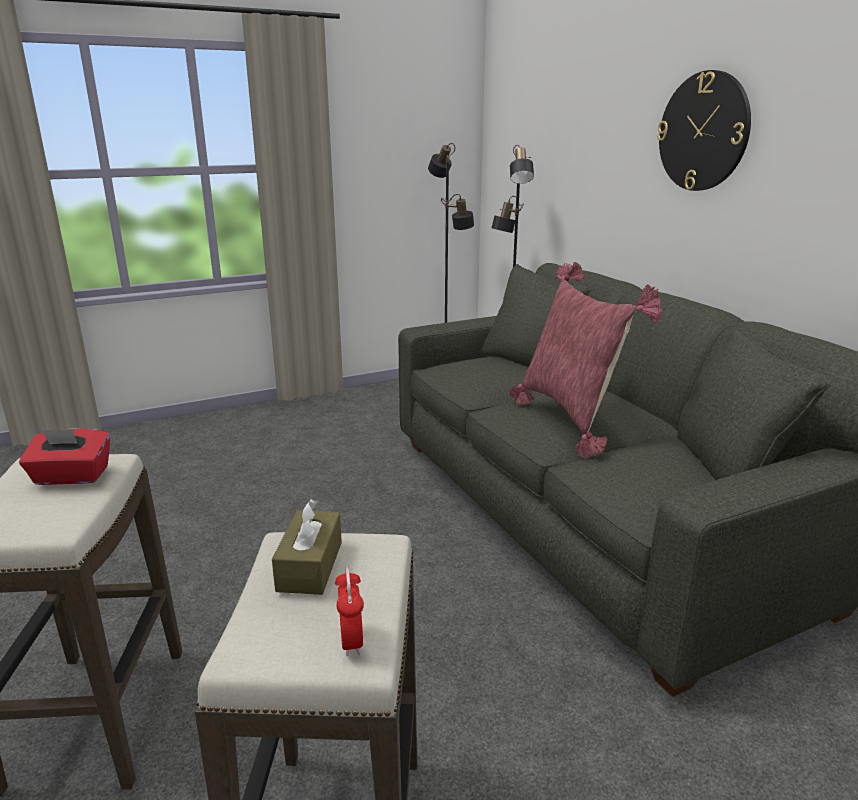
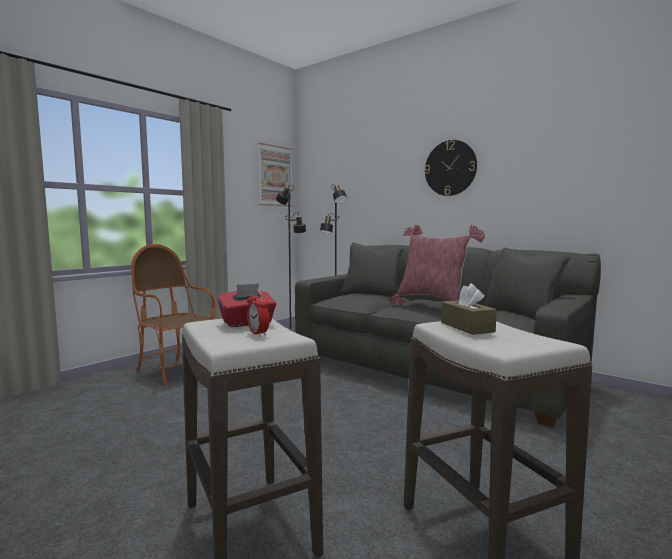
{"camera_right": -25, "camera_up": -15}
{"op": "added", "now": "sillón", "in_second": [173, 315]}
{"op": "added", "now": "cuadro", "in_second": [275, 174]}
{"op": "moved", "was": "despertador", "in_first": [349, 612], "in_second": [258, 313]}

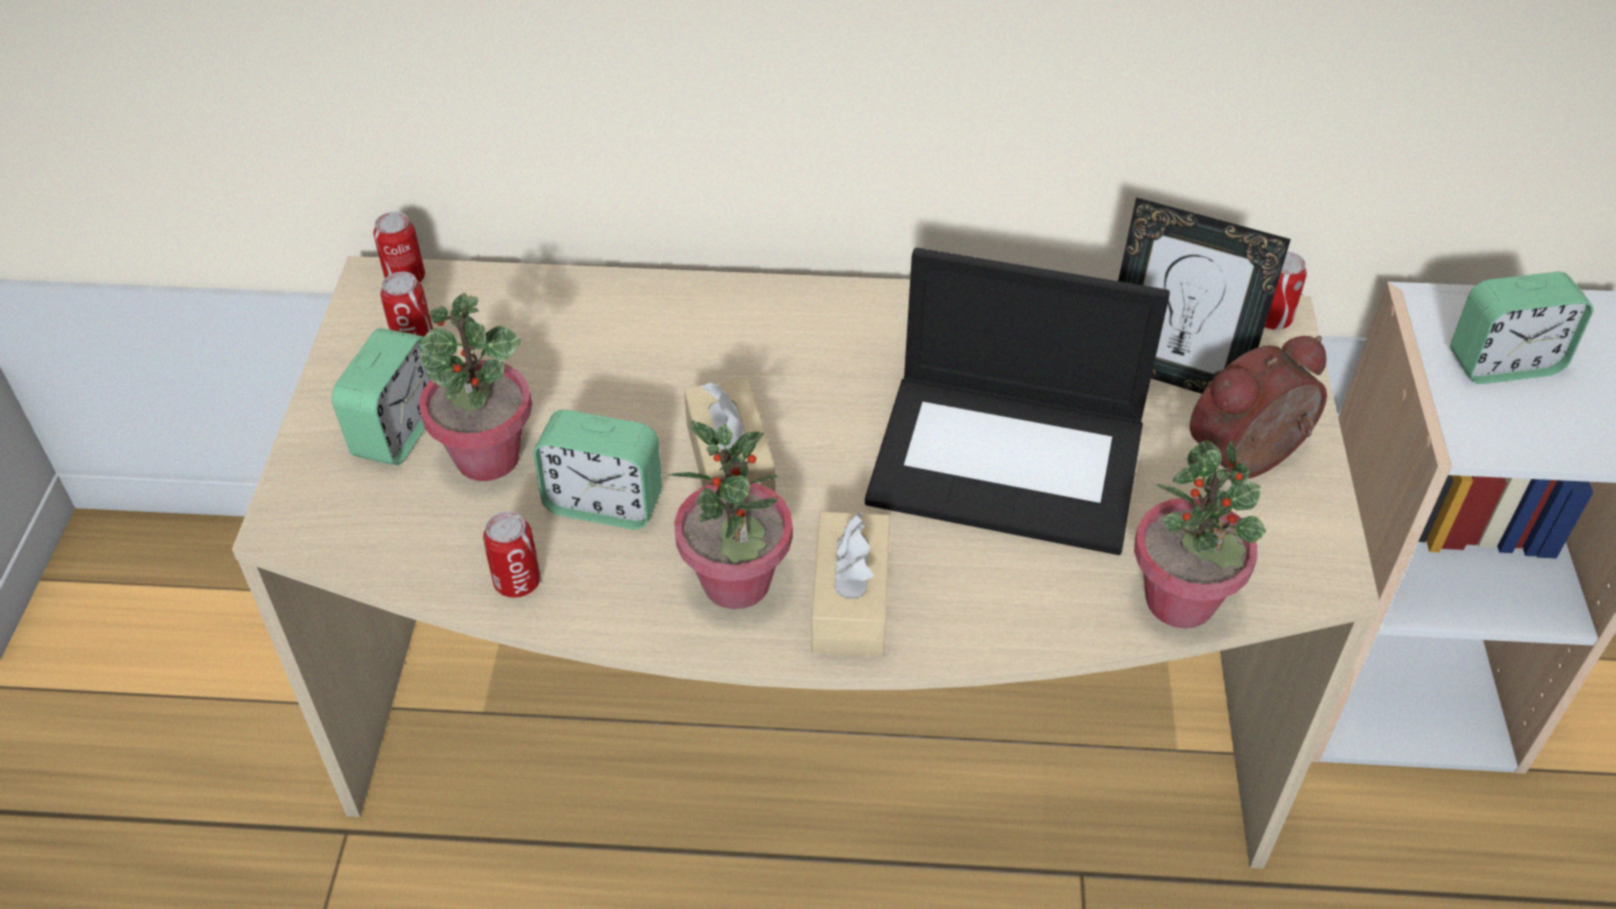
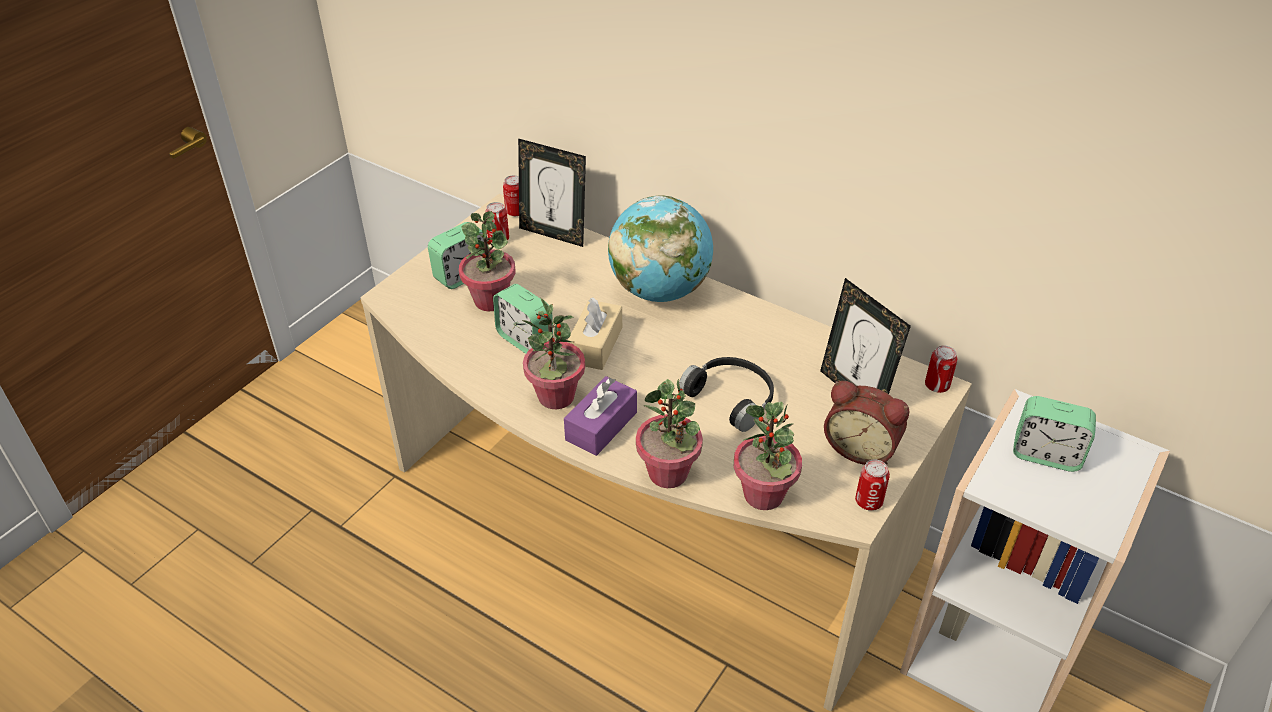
{"camera_right": 30, "camera_up": -5}
{"op": "added", "now": "portarretratos", "in_second": [552, 192]}
{"op": "added", "now": "globo terráqueo", "in_second": [660, 248]}
{"op": "added", "now": "planta en maceta", "in_second": [669, 433]}
{"op": "moved", "was": "lata", "in_first": [512, 554], "in_second": [872, 485]}
{"op": "replaced", "was": "portátil", "now": "auriculares (negro)", "in_first": [1017, 401], "in_second": [726, 394]}
{"op": "recoloured", "was": "caja de pañuelos (beis)", "now": "caja de pañuelos (morado)", "in_first": [850, 584], "in_second": [600, 416]}
{"op": "turned", "was": "despertador", "in_first": [1258, 407], "in_second": [866, 423], "clockwise": -150}

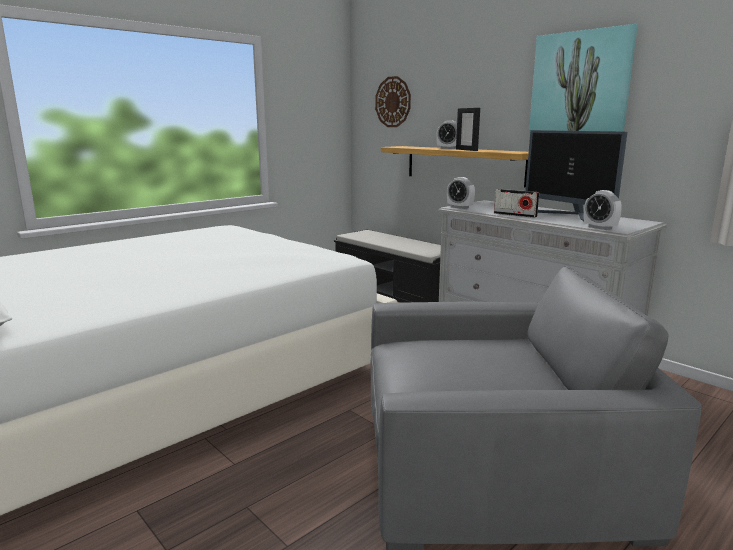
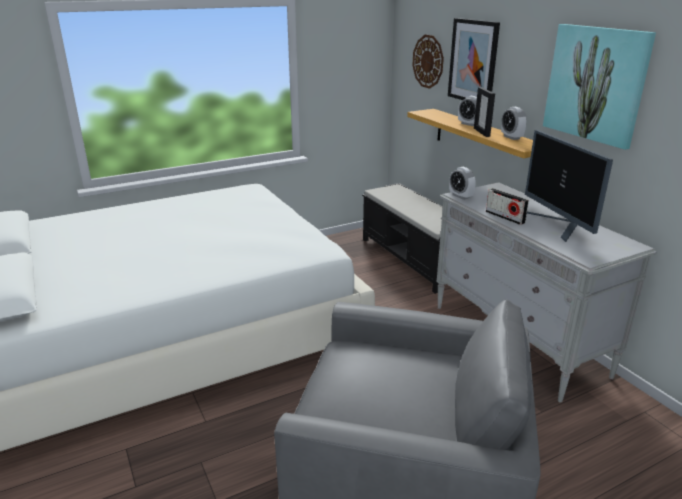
{"camera_right": 15, "camera_up": 10}
{"op": "added", "now": "cuadro", "in_second": [474, 59]}
{"op": "moved", "was": "despertador", "in_first": [603, 210], "in_second": [514, 123]}

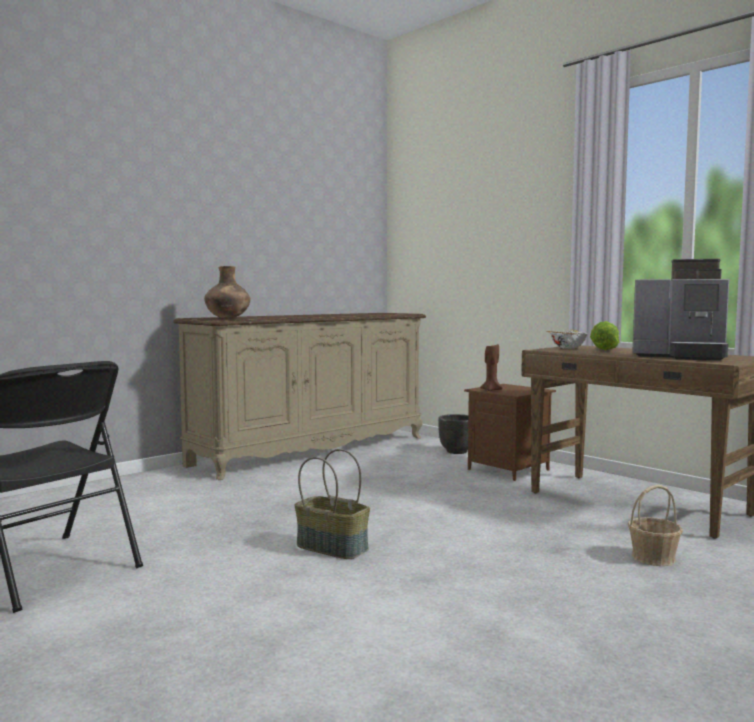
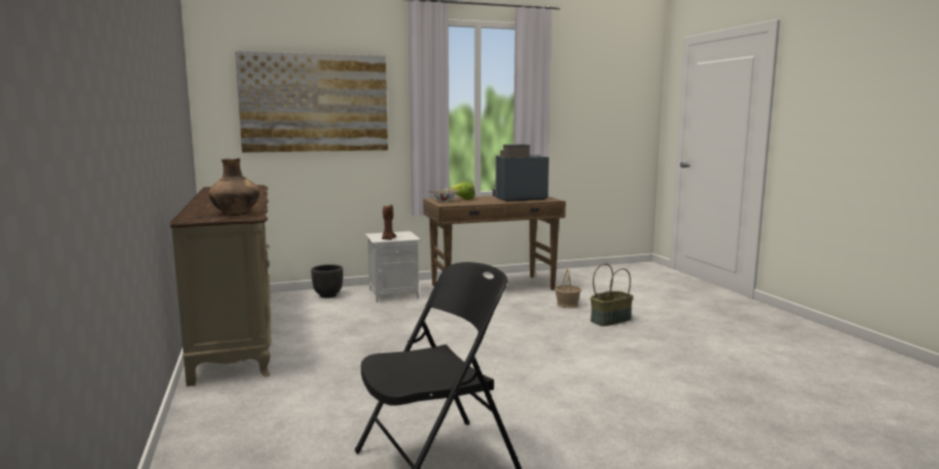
{"camera_right": -65, "camera_up": 5}
{"op": "added", "now": "cuadro", "in_second": [311, 102]}
{"op": "moved", "was": "cesta", "in_first": [332, 504], "in_second": [611, 295]}
{"op": "recoloured", "was": "mesita de noche (marrón)", "now": "mesita de noche (gris)", "in_first": [510, 432], "in_second": [393, 266]}
{"op": "turned", "was": "cafetera", "in_first": [680, 310], "in_second": [521, 172], "clockwise": -150}

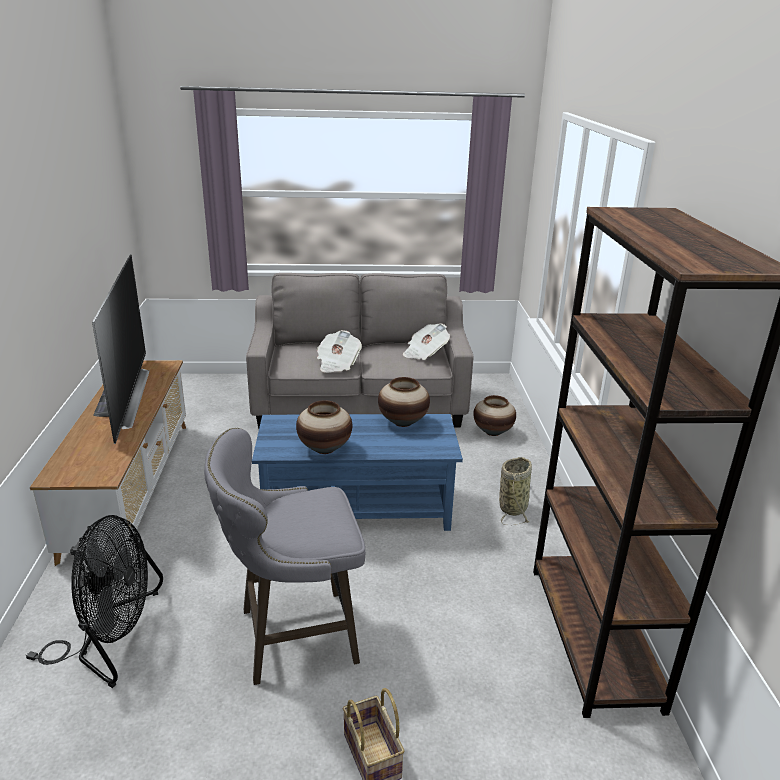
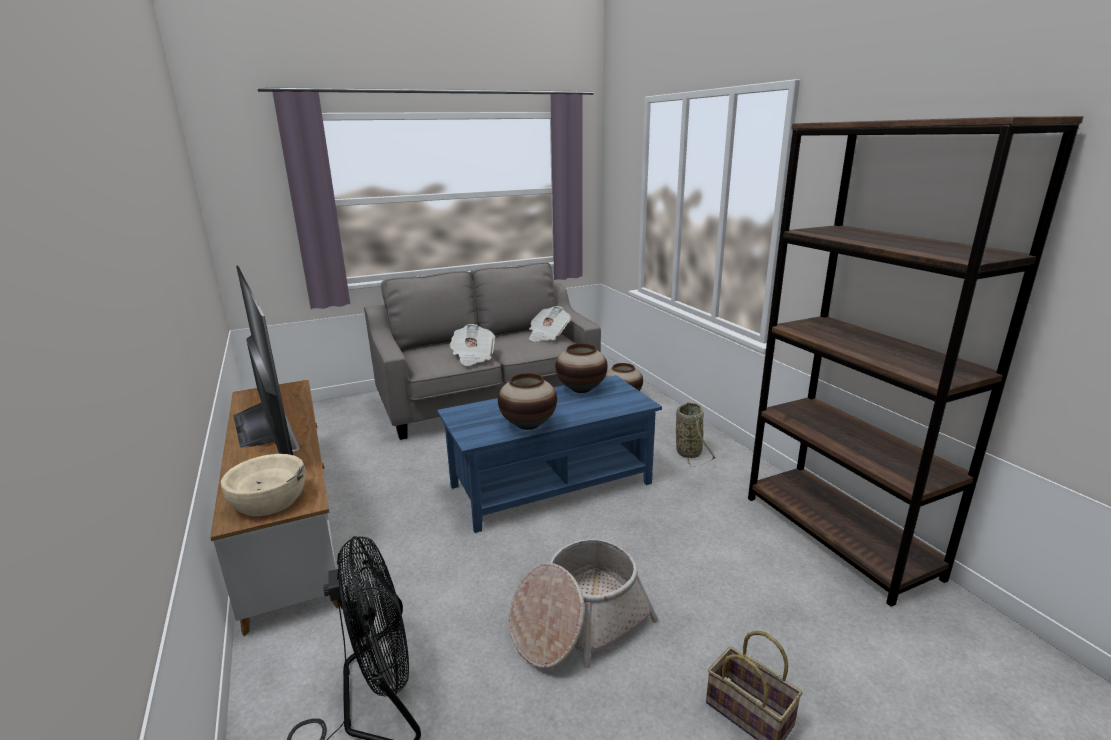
{"camera_right": -20, "camera_up": -5}
{"op": "added", "now": "cuenco (beis)", "in_second": [263, 485]}
{"op": "replaced", "was": "taburete (gris)", "now": "cesta", "in_first": [284, 556], "in_second": [583, 603]}

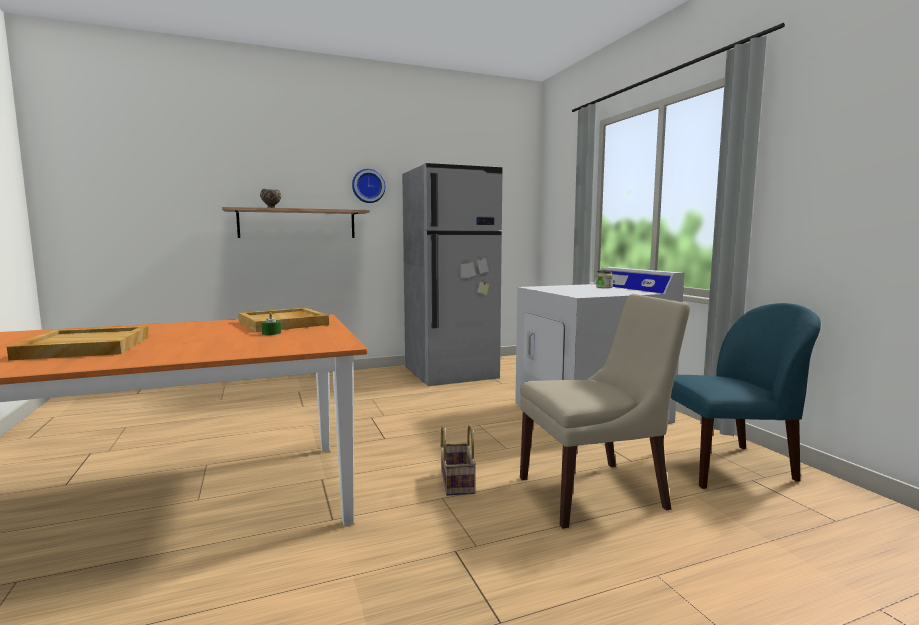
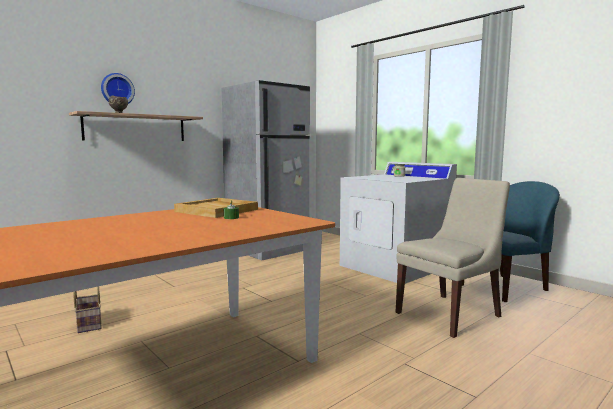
{"camera_right": -20, "camera_up": 0}
{"op": "removed", "was": "bandeja (beis)", "in_first": [78, 343]}
{"op": "moved", "was": "reloj de pared", "in_first": [368, 186], "in_second": [118, 88]}
{"op": "moved", "was": "cesta", "in_first": [458, 460], "in_second": [87, 309]}

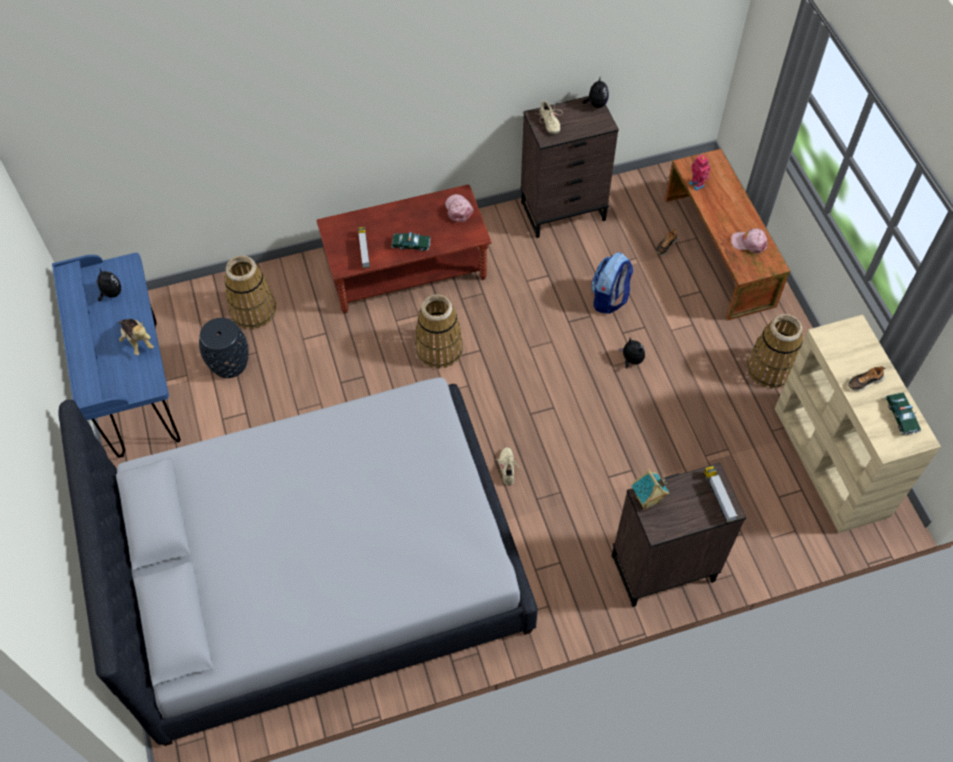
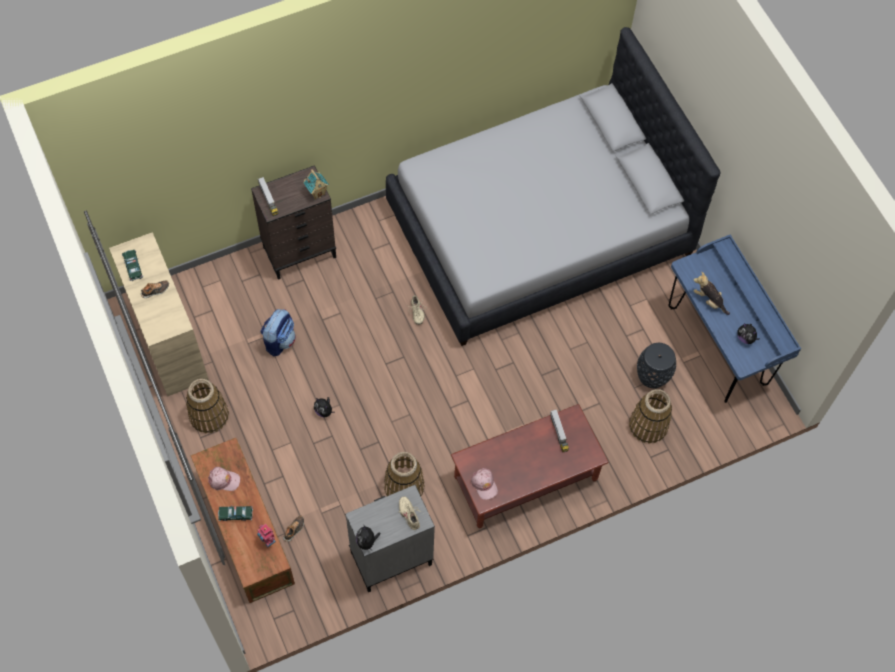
{"camera_right": 170, "camera_up": 5}
{"op": "moved", "was": "coche de juguete", "in_first": [411, 241], "in_second": [235, 513]}
{"op": "moved", "was": "cesta", "in_first": [439, 331], "in_second": [404, 474]}
{"op": "moved", "was": "mochila", "in_first": [612, 283], "in_second": [278, 332]}
{"op": "recoloured", "was": "cómoda (marrón)", "now": "cómoda (gris)", "in_first": [570, 167], "in_second": [390, 538]}

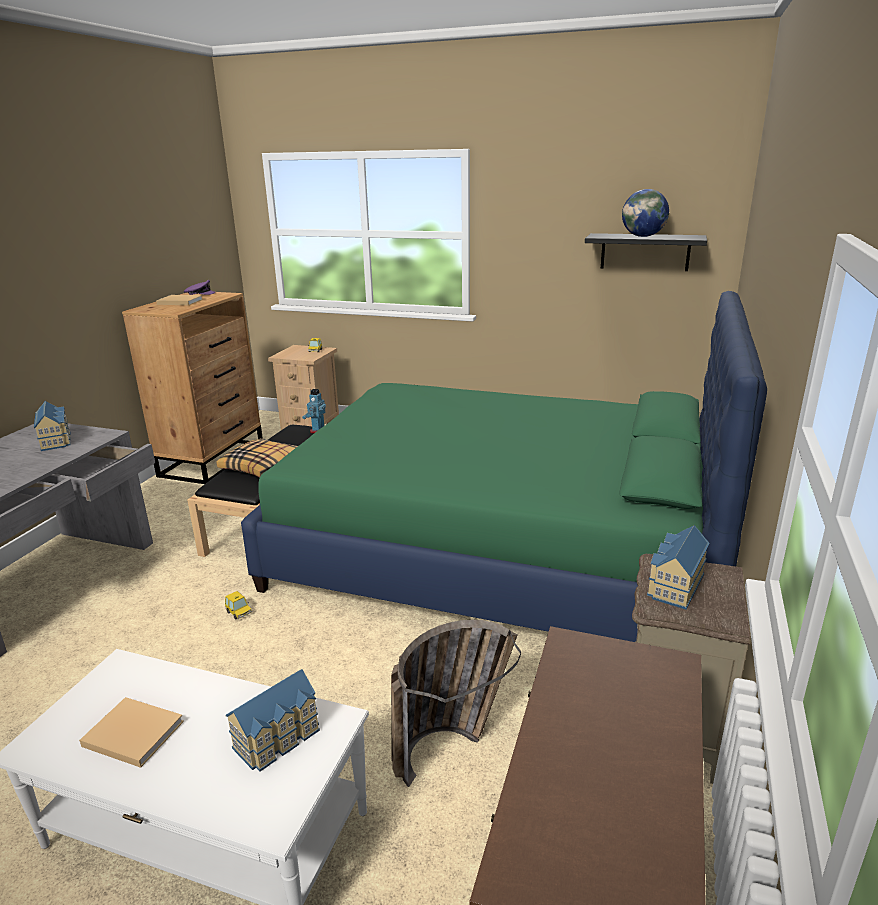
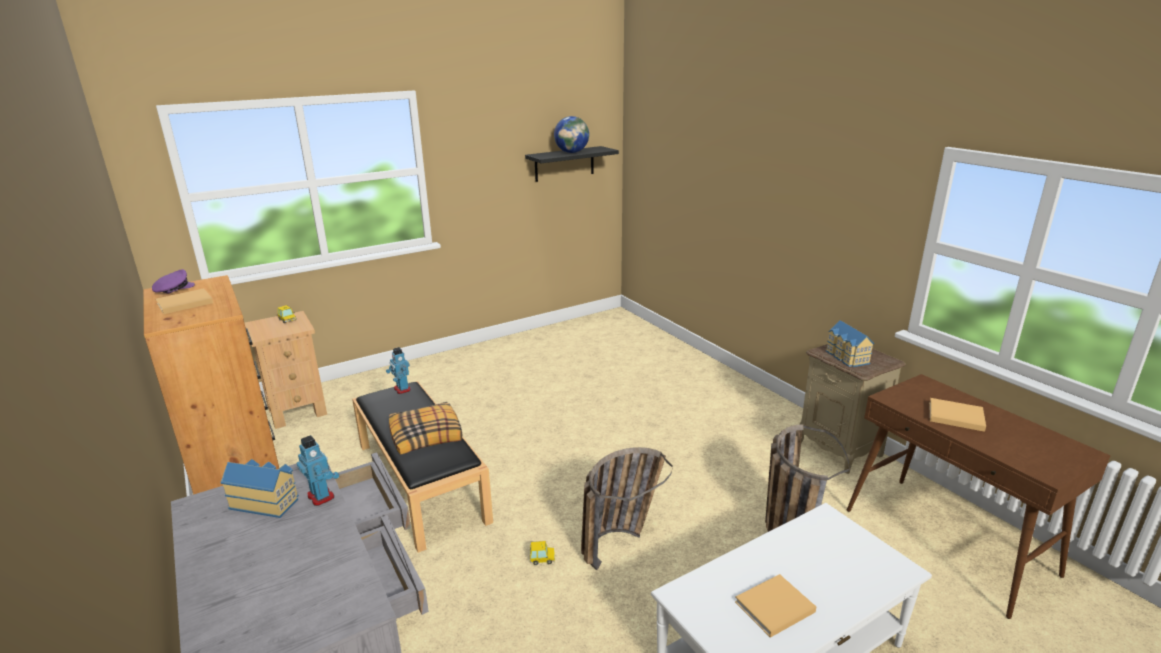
{"camera_right": -50, "camera_up": 0}
{"op": "removed", "was": "casita", "in_first": [273, 720]}
{"op": "removed", "was": "cama (verde)", "in_first": [504, 466]}
{"op": "added", "now": "robot de juguete", "in_second": [317, 470]}
{"op": "added", "now": "cesta", "in_second": [627, 508]}
{"op": "added", "now": "libro (beis)", "in_second": [957, 415]}

